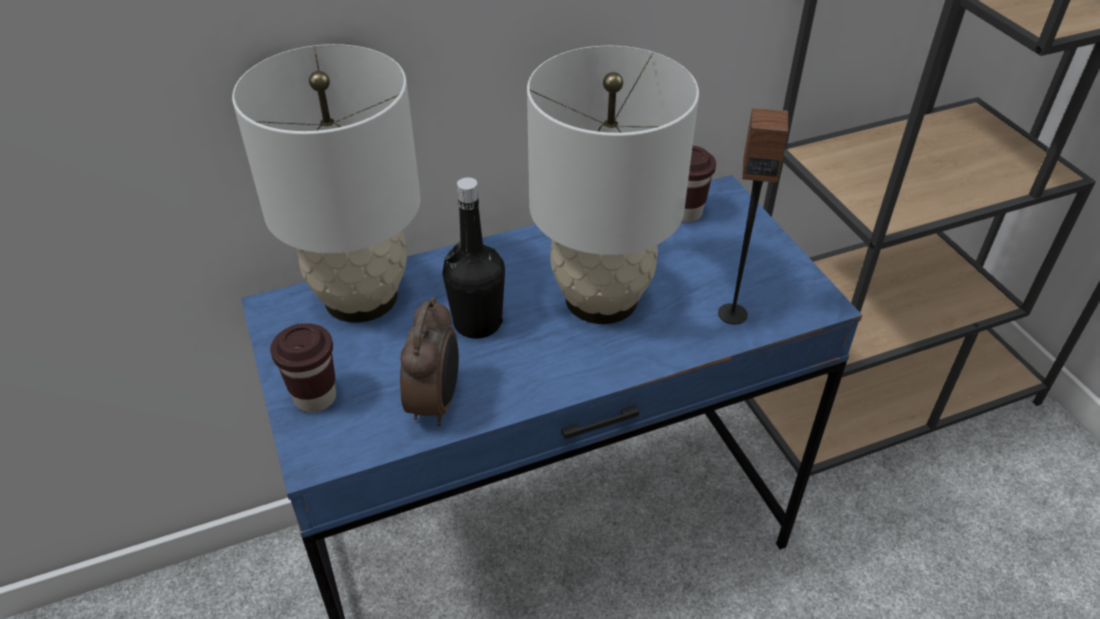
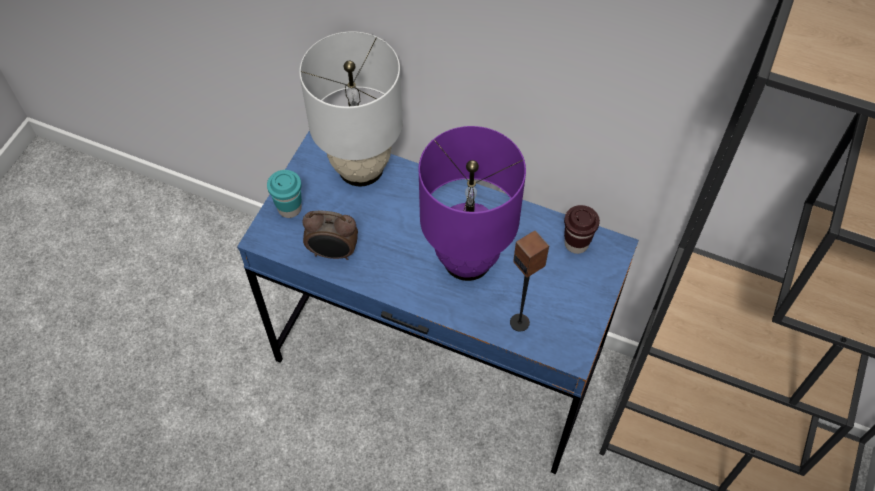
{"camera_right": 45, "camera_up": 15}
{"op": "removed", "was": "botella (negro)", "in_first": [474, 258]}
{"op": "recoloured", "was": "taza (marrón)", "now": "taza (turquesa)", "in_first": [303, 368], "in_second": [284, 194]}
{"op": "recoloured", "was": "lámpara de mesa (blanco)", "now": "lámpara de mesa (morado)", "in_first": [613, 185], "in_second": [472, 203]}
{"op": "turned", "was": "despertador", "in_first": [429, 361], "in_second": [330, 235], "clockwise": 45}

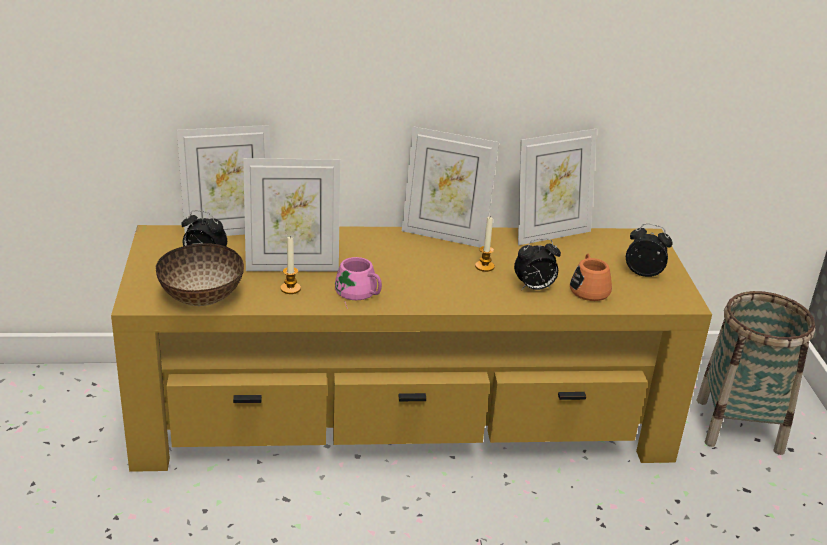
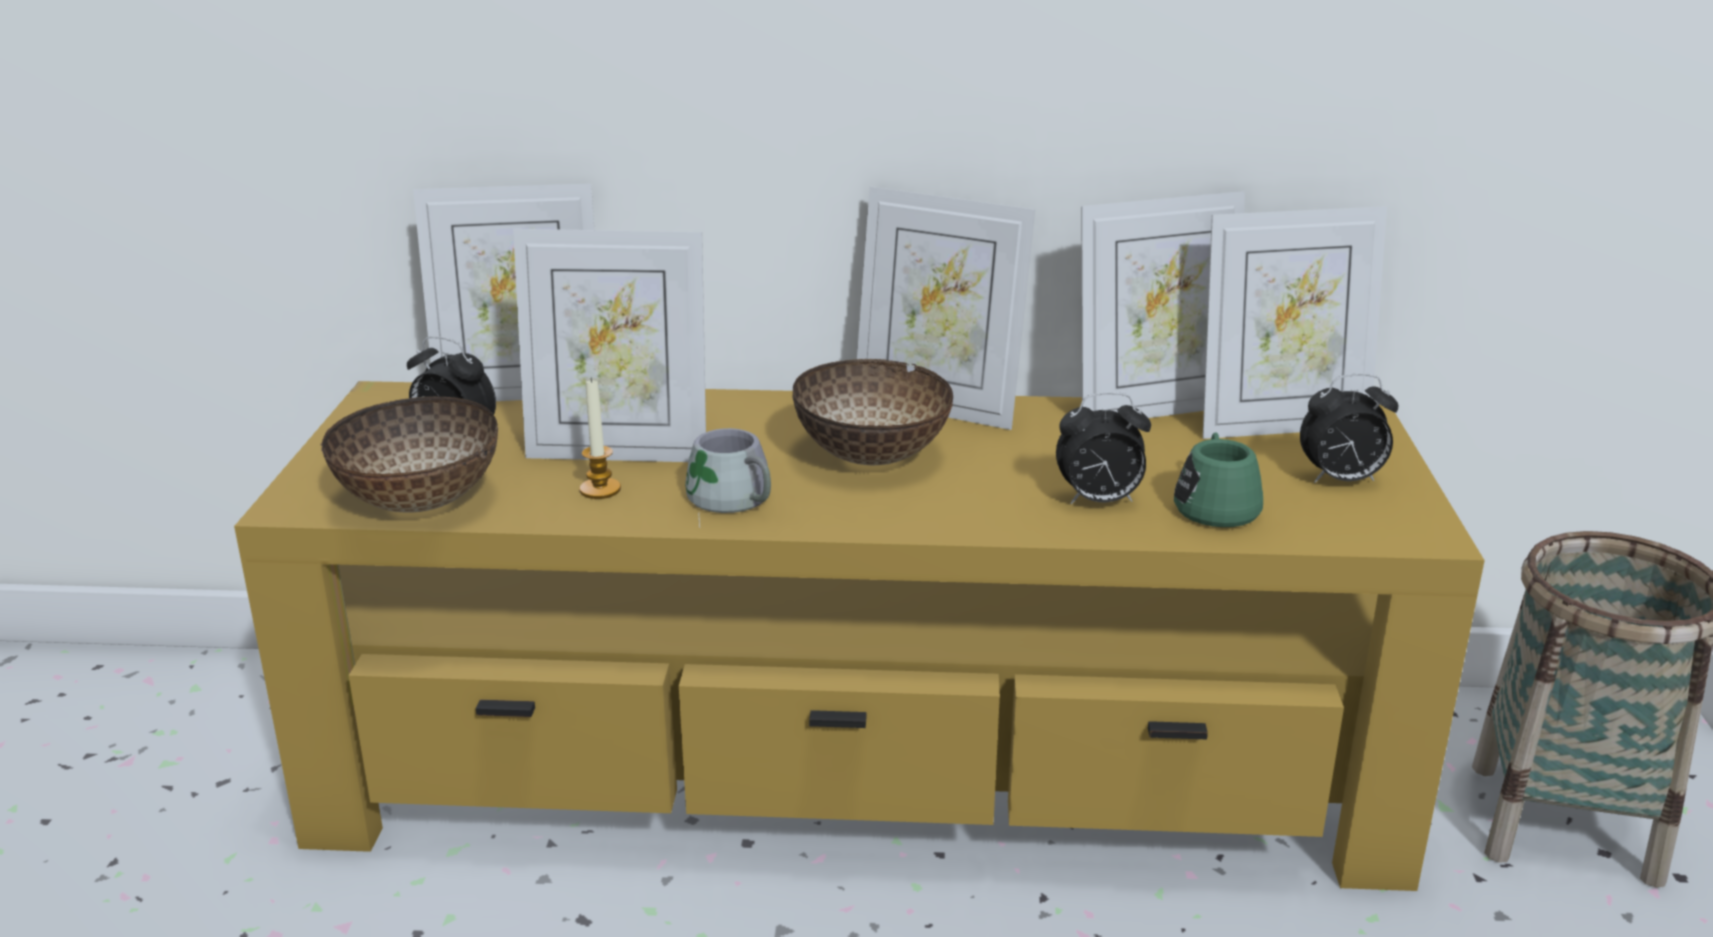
{"camera_right": 10, "camera_up": -5}
{"op": "removed", "was": "vela", "in_first": [485, 244]}
{"op": "added", "now": "cuenco", "in_second": [872, 412]}
{"op": "added", "now": "portarretratos", "in_second": [1295, 322]}
{"op": "recoloured", "was": "taza grande (rosa)", "now": "taza grande (gris)", "in_first": [358, 283], "in_second": [728, 478]}
{"op": "recoloured", "was": "taza grande (naranja)", "now": "taza grande (verde)", "in_first": [591, 277], "in_second": [1218, 479]}
{"op": "turned", "was": "despertador", "in_first": [649, 250], "in_second": [1349, 428], "clockwise": 150}

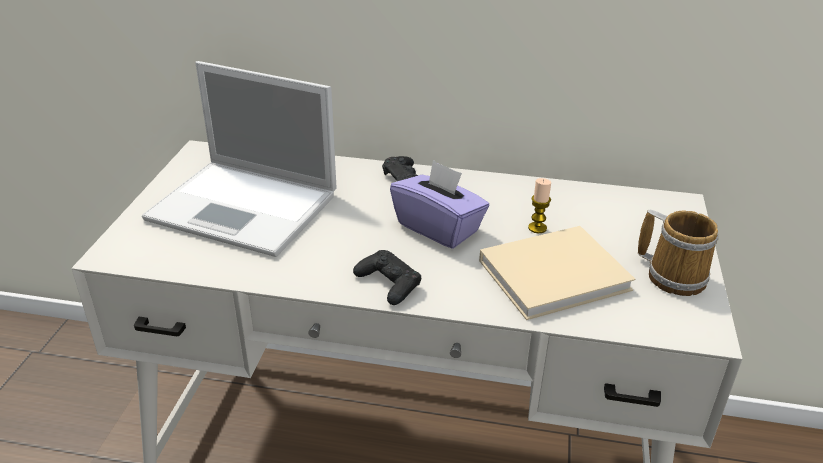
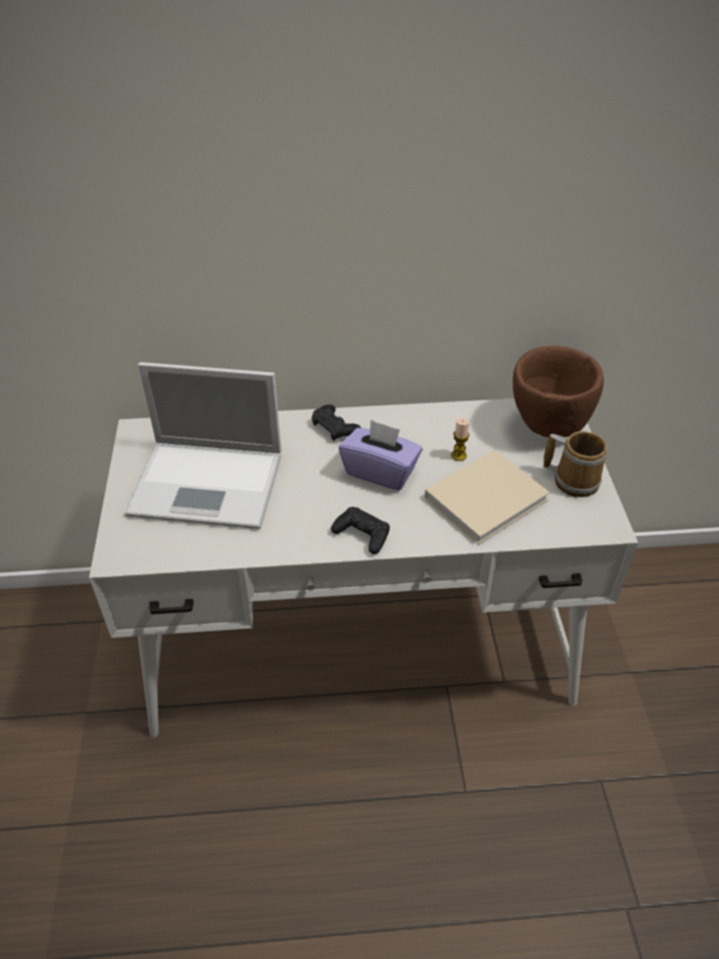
{"camera_right": -15, "camera_up": 10}
{"op": "added", "now": "cuenco (marrón)", "in_second": [558, 391]}

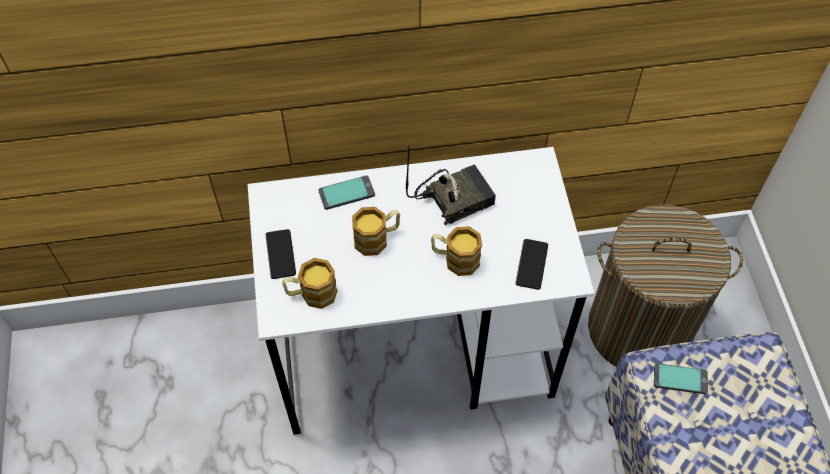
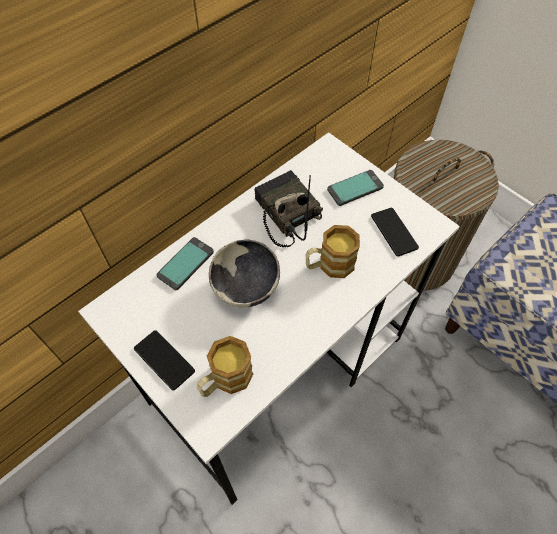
{"camera_right": -35, "camera_up": 0}
{"op": "moved", "was": "móvil", "in_first": [681, 378], "in_second": [355, 188]}
{"op": "replaced", "was": "taza grande", "now": "cuenco", "in_first": [376, 231], "in_second": [244, 273]}
{"op": "turned", "was": "radio", "in_first": [451, 185], "in_second": [288, 208], "clockwise": -60}

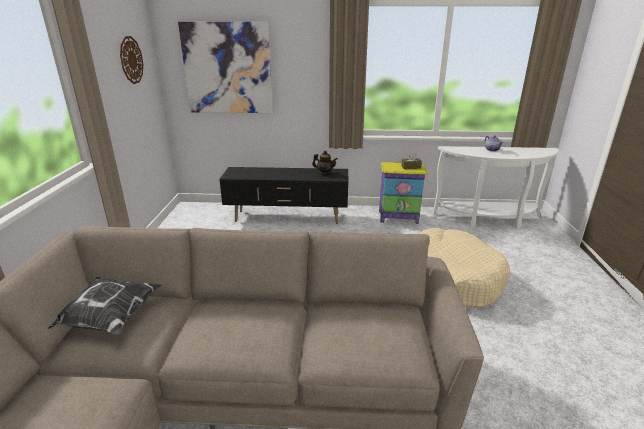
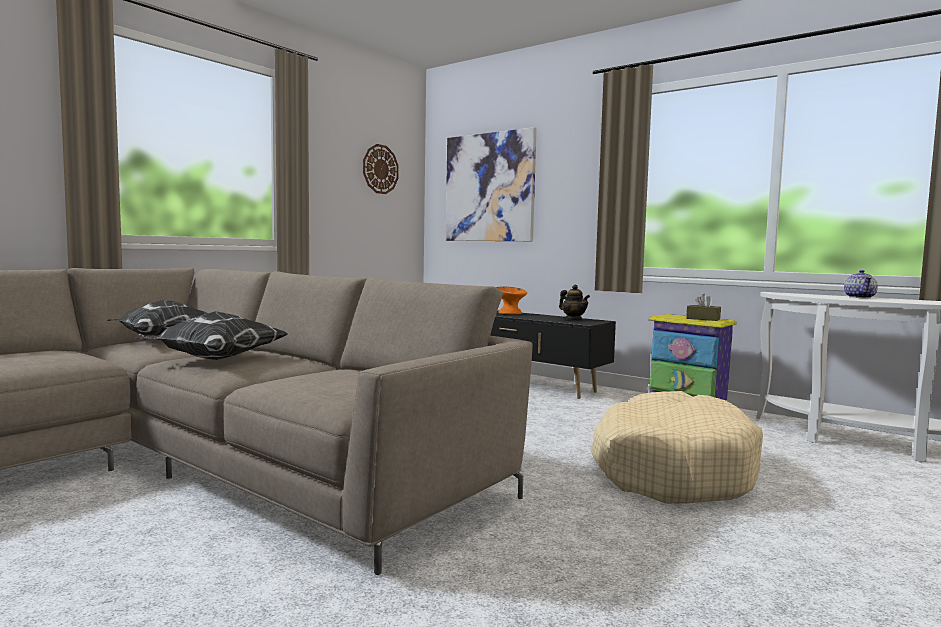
{"camera_right": 35, "camera_up": -20}
{"op": "added", "now": "cojín", "in_second": [211, 335]}
{"op": "added", "now": "cuenco (naranja)", "in_second": [511, 300]}

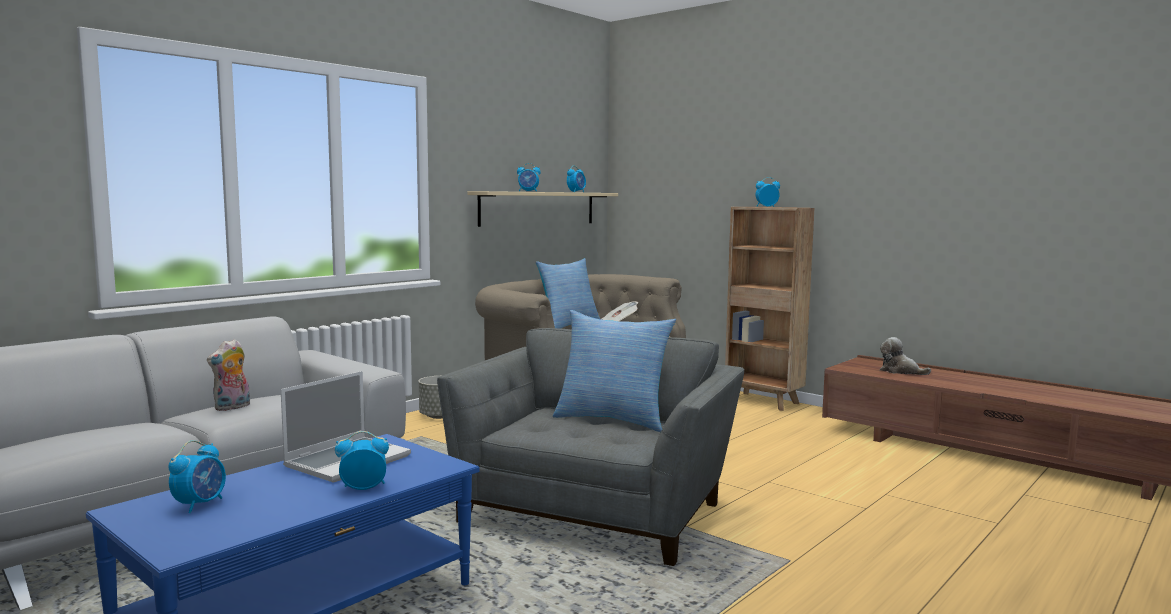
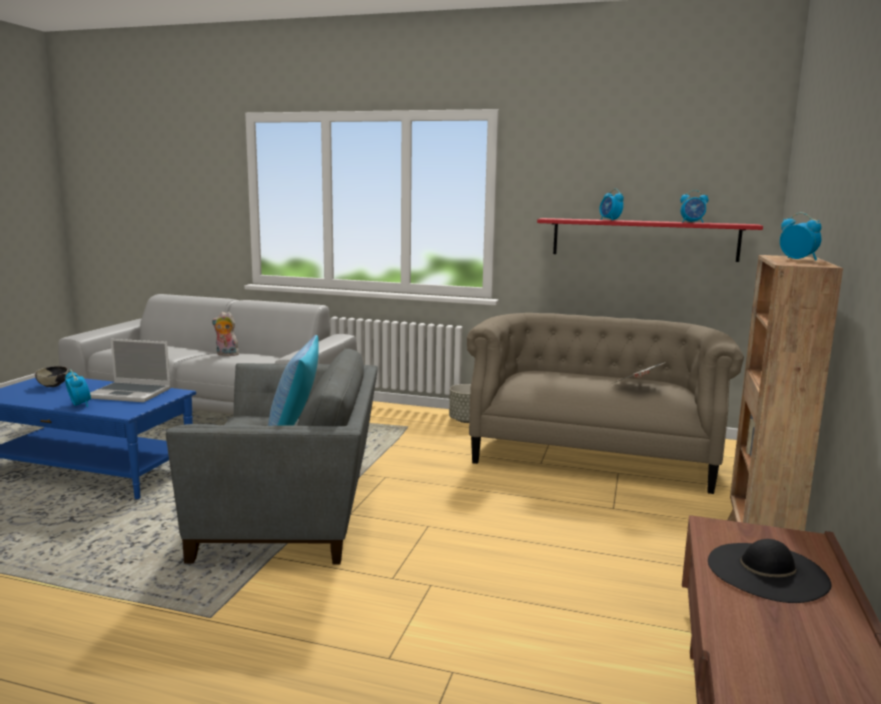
{"camera_right": 65, "camera_up": 5}
{"op": "removed", "was": "cojín", "in_first": [568, 293]}
{"op": "replaced", "was": "despertador", "now": "cuenco", "in_first": [197, 476], "in_second": [52, 376]}
{"op": "replaced", "was": "peluche", "now": "sombrero (negro)", "in_first": [905, 356], "in_second": [769, 571]}
{"op": "recoloured", "was": "estante (beis)", "now": "estante (rojo)", "in_first": [543, 209], "in_second": [650, 240]}

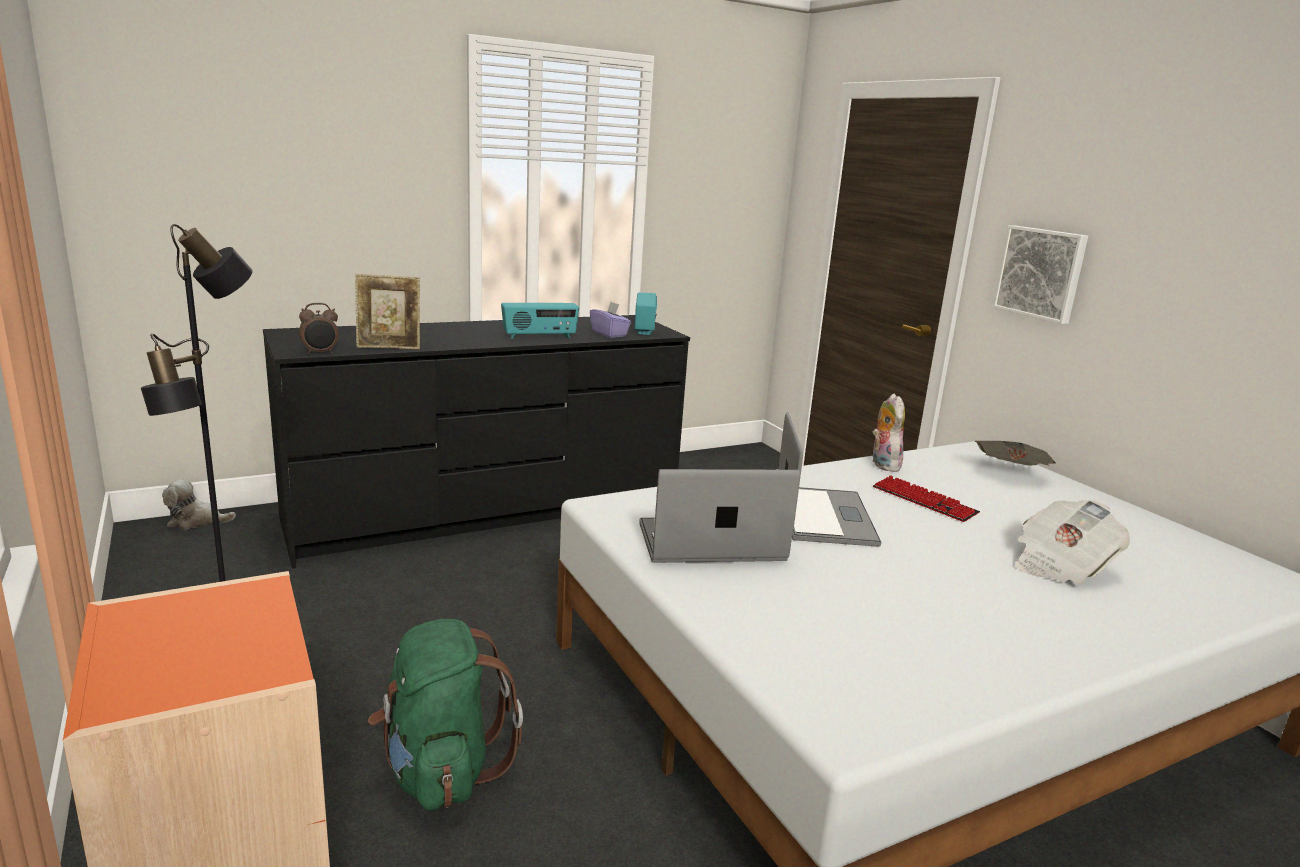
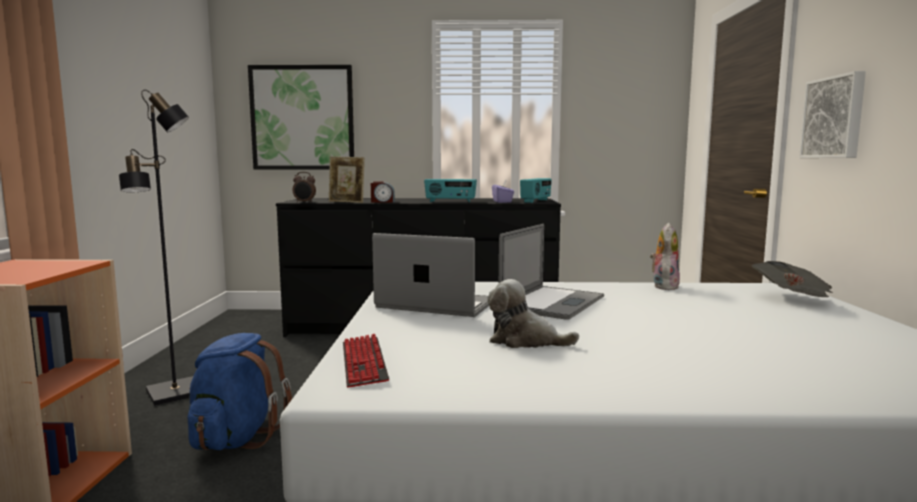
{"camera_right": 30, "camera_up": -10}
{"op": "removed", "was": "periódico", "in_first": [1073, 542]}
{"op": "added", "now": "cuadro", "in_second": [301, 117]}
{"op": "added", "now": "despertador", "in_second": [383, 192]}
{"op": "moved", "was": "peluche", "in_first": [199, 504], "in_second": [533, 313]}
{"op": "moved", "was": "teclado", "in_first": [926, 498], "in_second": [366, 361]}
{"op": "recoloured", "was": "mochila (verde)", "now": "mochila (azul)", "in_first": [445, 715], "in_second": [239, 391]}

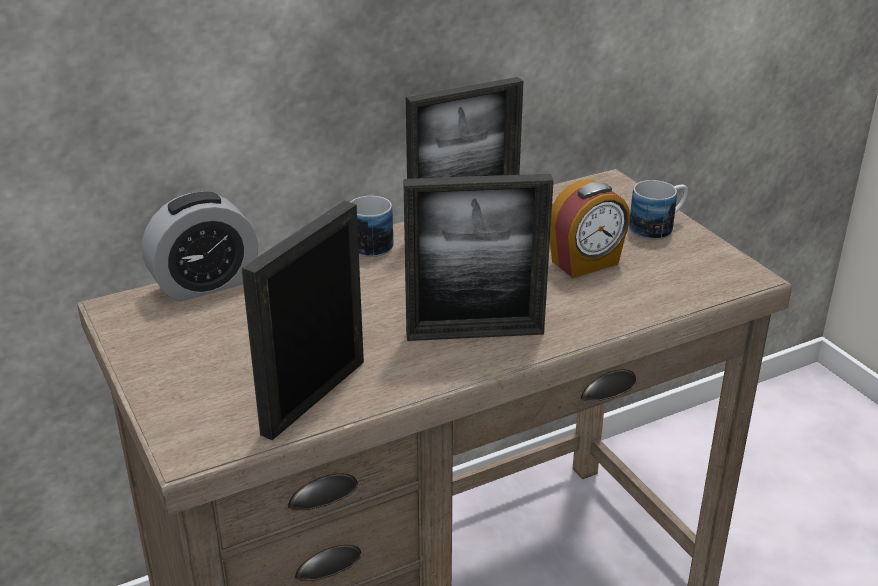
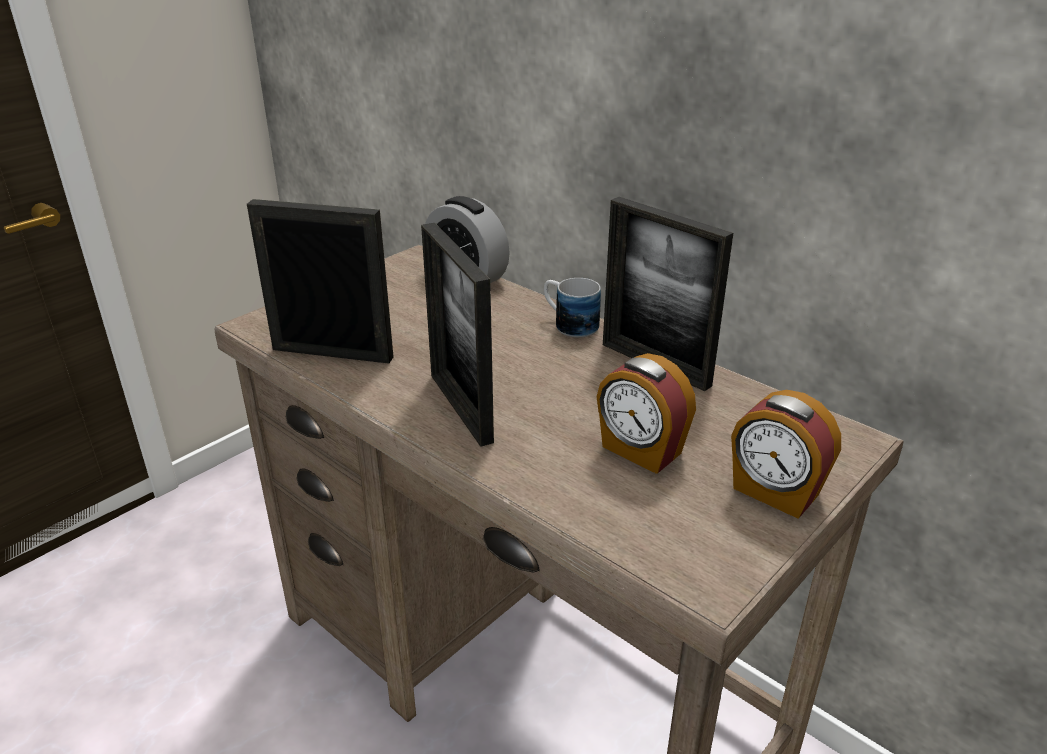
{"camera_right": 70, "camera_up": 0}
{"op": "replaced", "was": "taza grande", "now": "despertador", "in_first": [658, 210], "in_second": [786, 454]}

